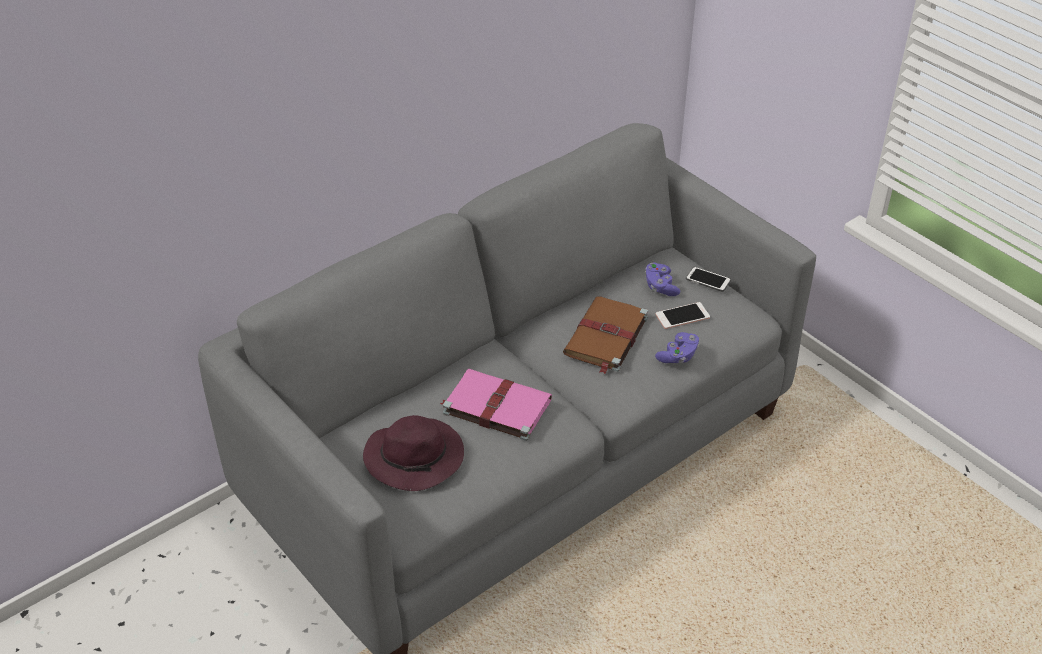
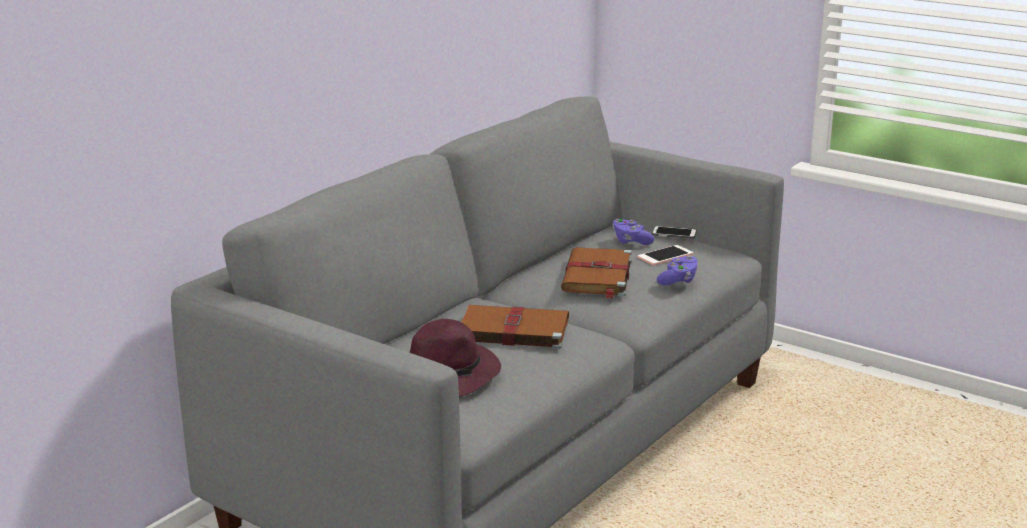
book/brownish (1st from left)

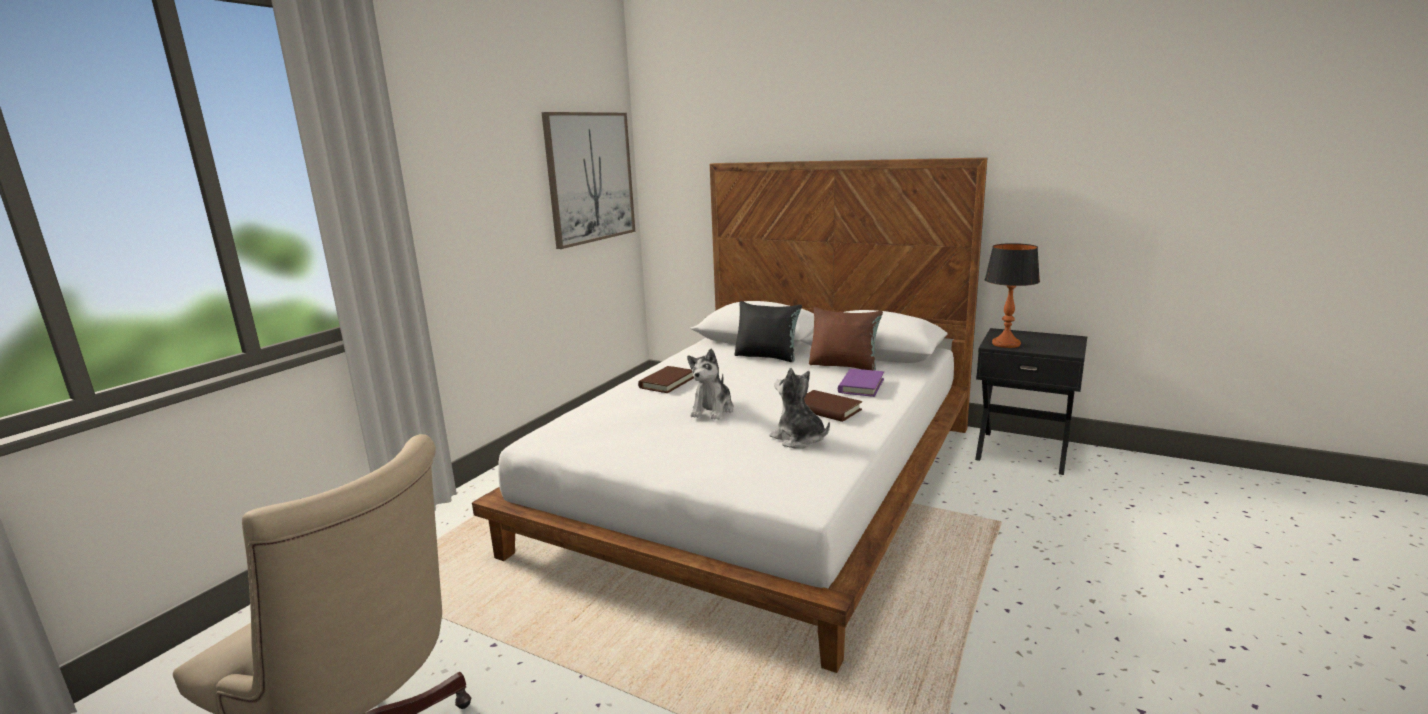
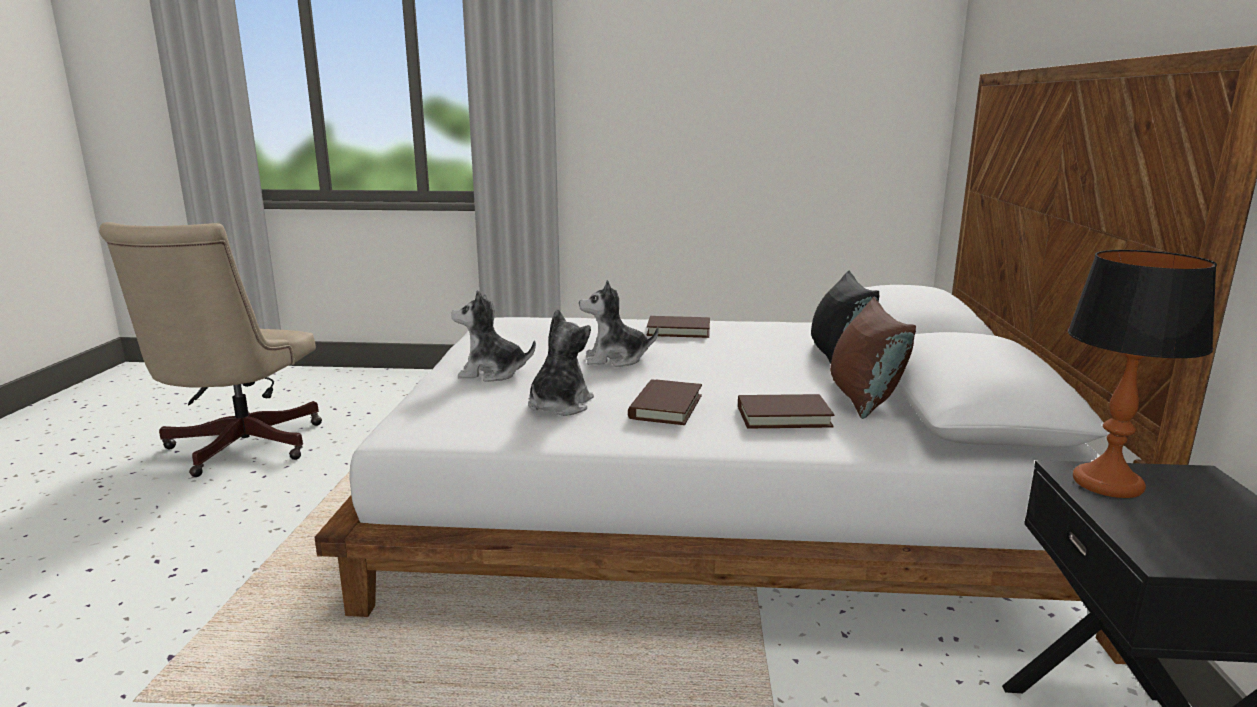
picture
book/brownish (3rd from left)
soft toy (1st from left)

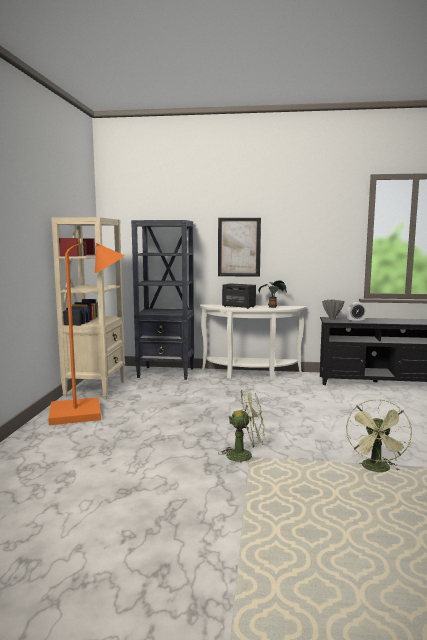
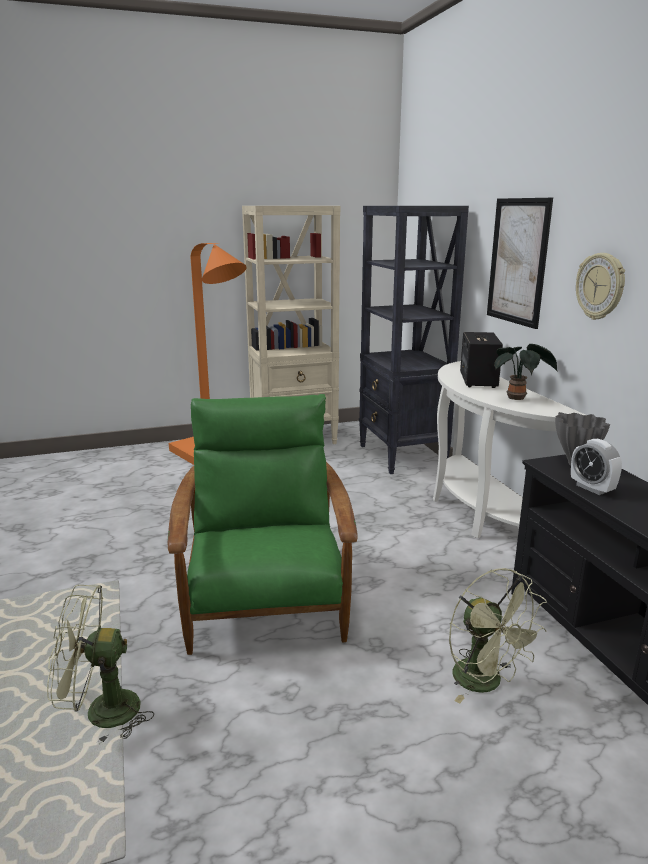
cooling fan/green-coloured (2nd from left)
clock on the wall
lounge chair/green-coloured

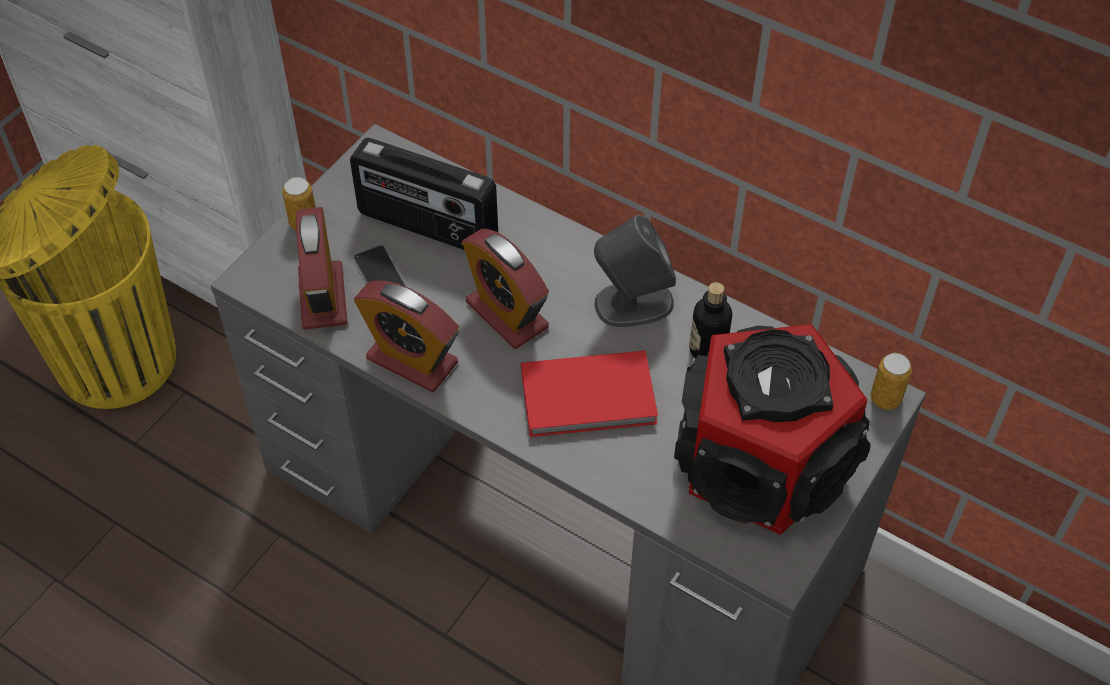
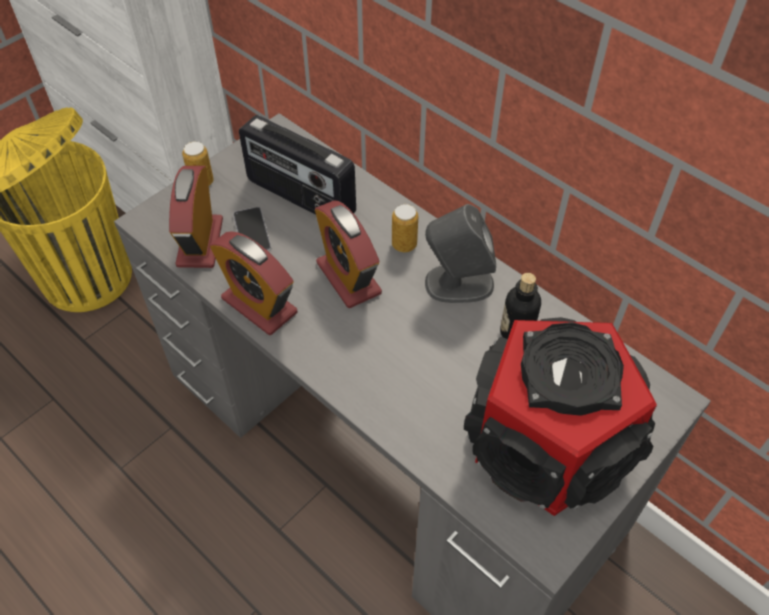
book/red-coloured
metal can (2nd from left)

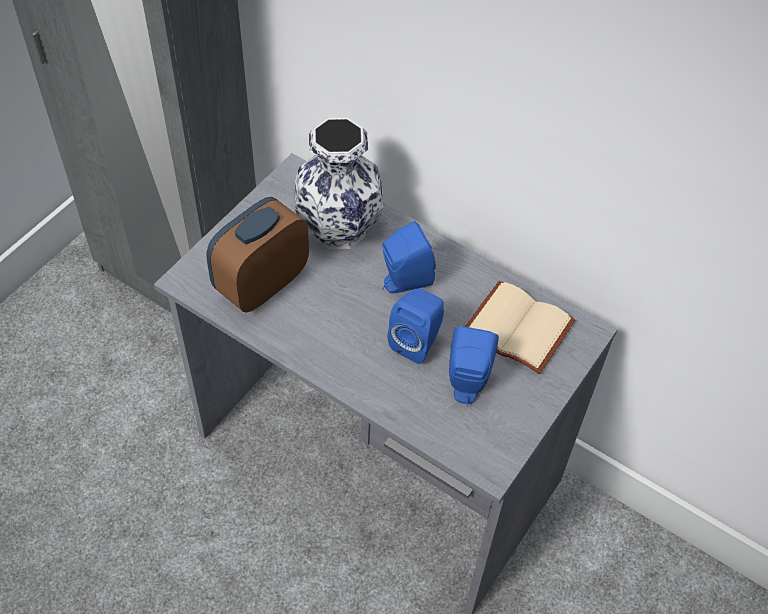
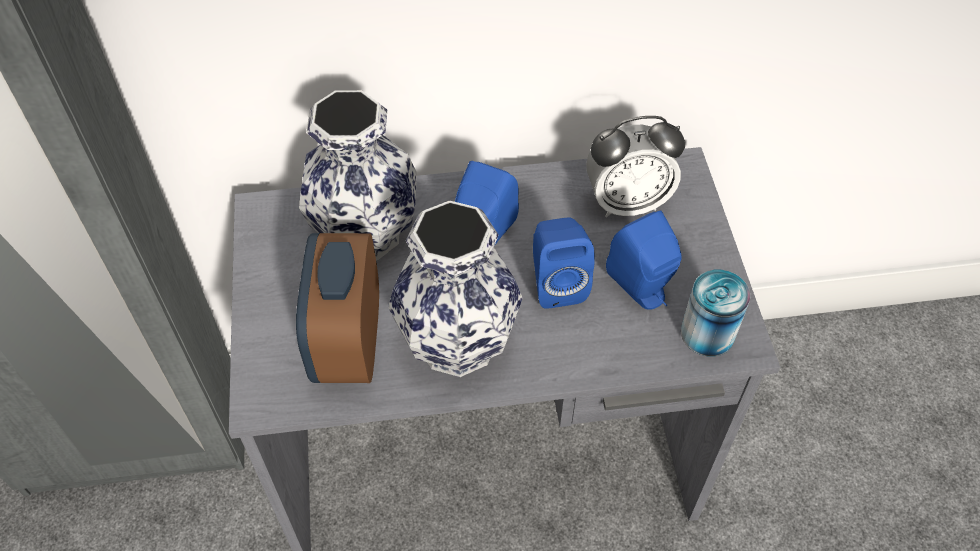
table clock (2nd from left)
decorative vase (2nd from left)
metal can

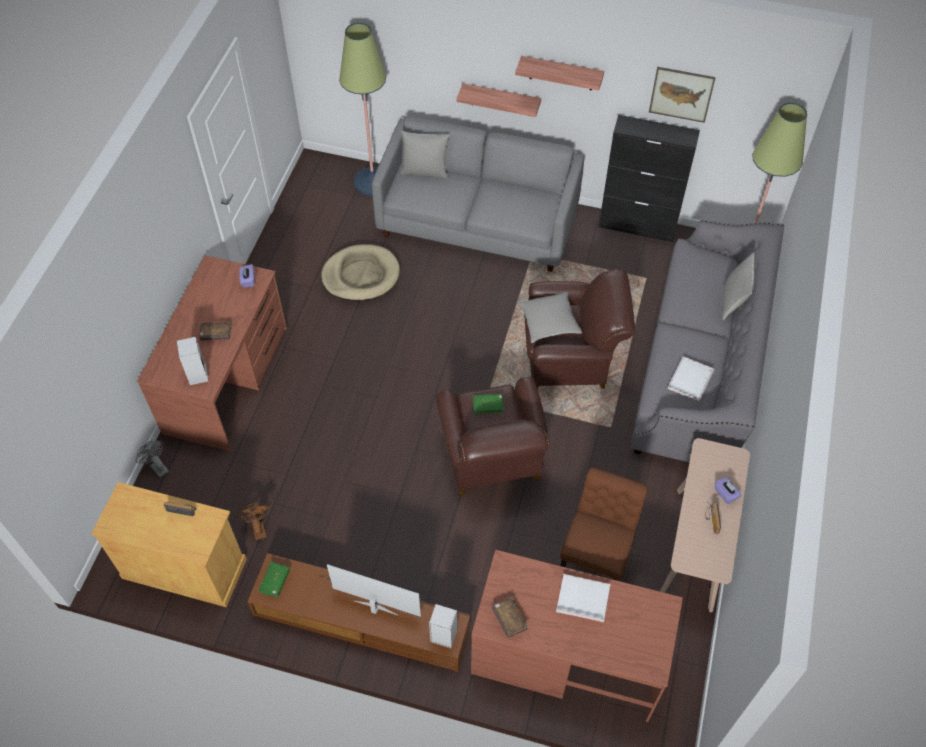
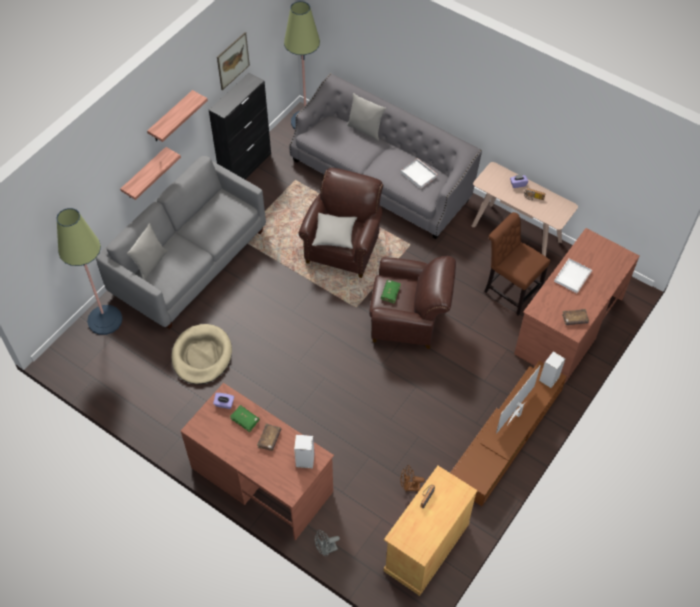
book/green-coloured (1st from left)

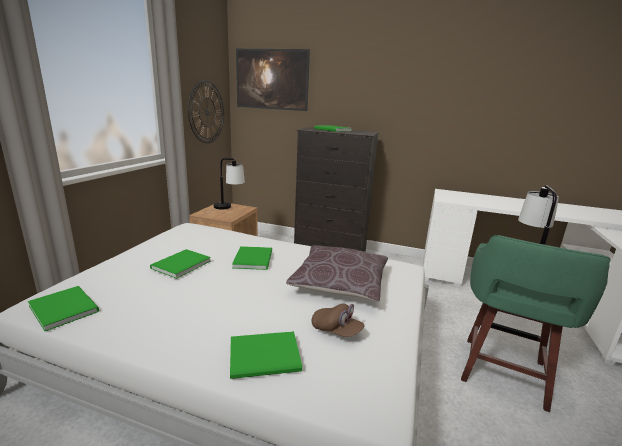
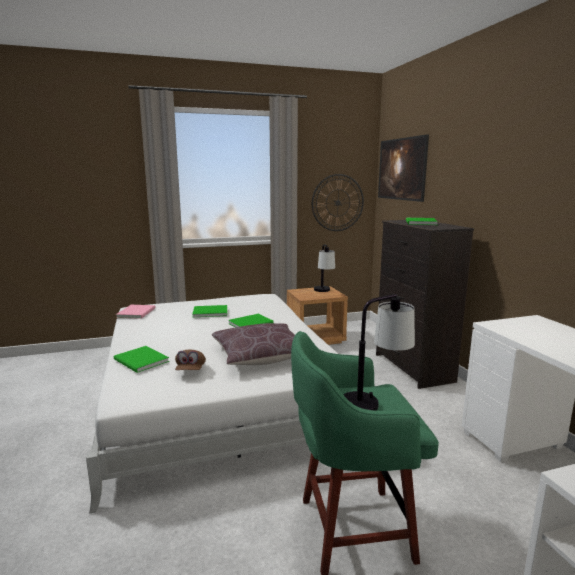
book/pink

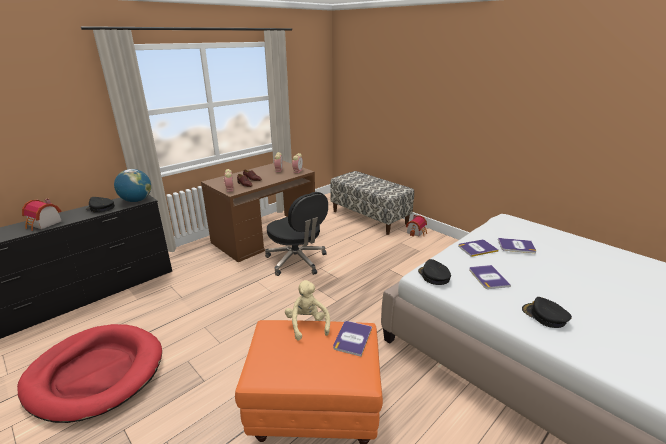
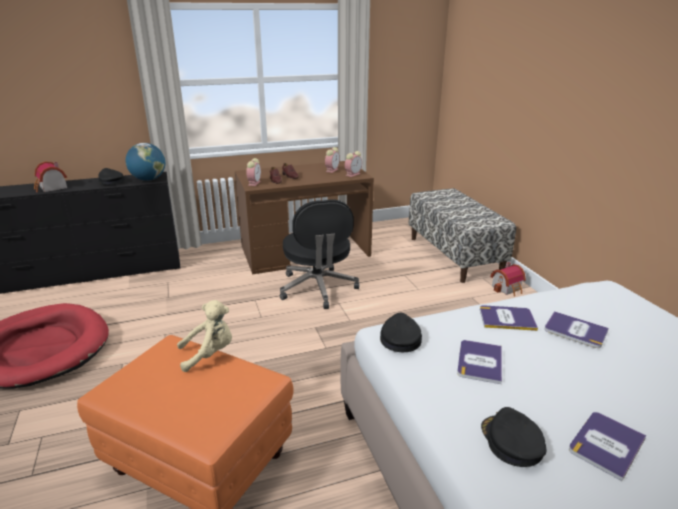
soft toy/beige
book (4th from left)

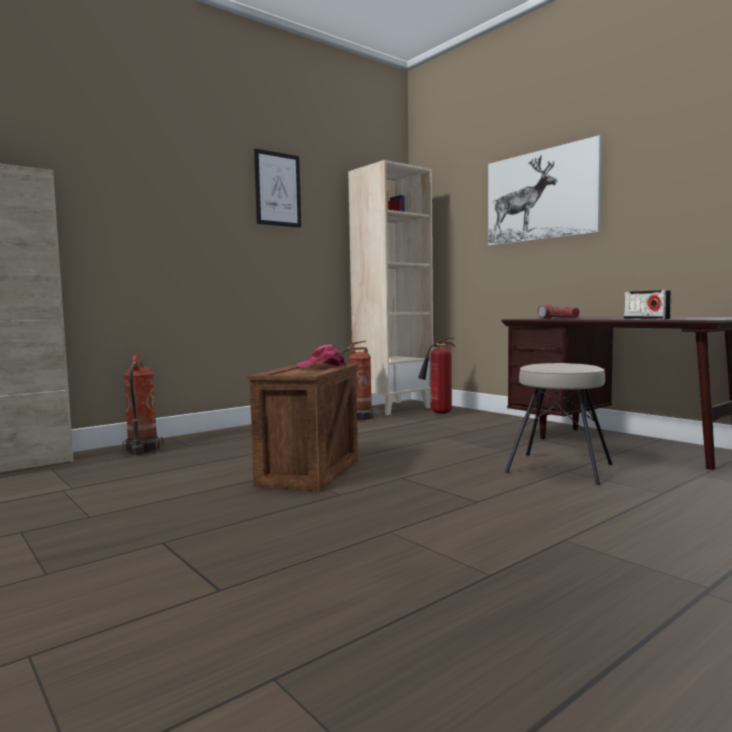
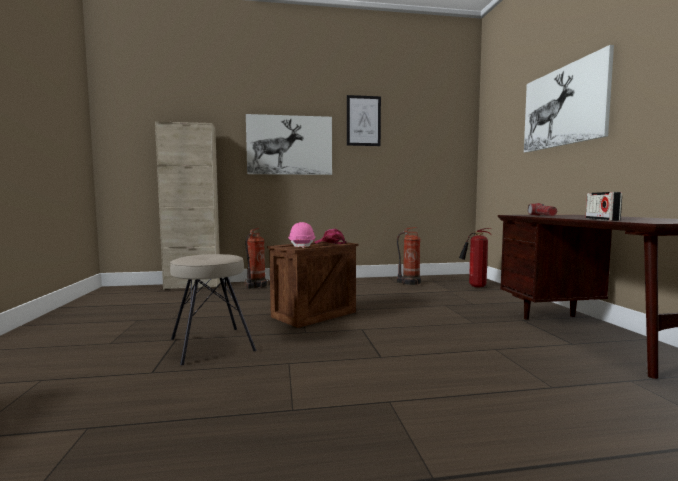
bookcase/beige
stool/beige
picture (1st from left)
hard hat/pink

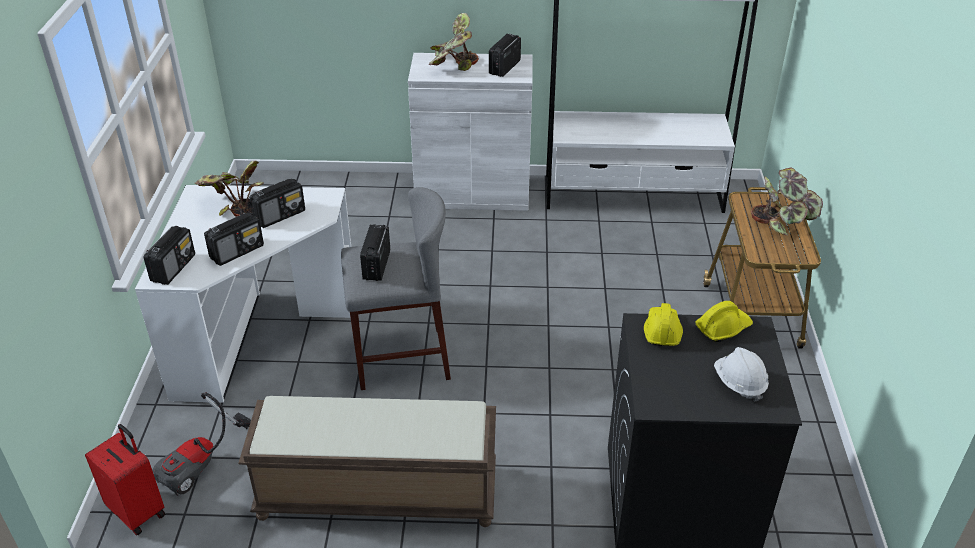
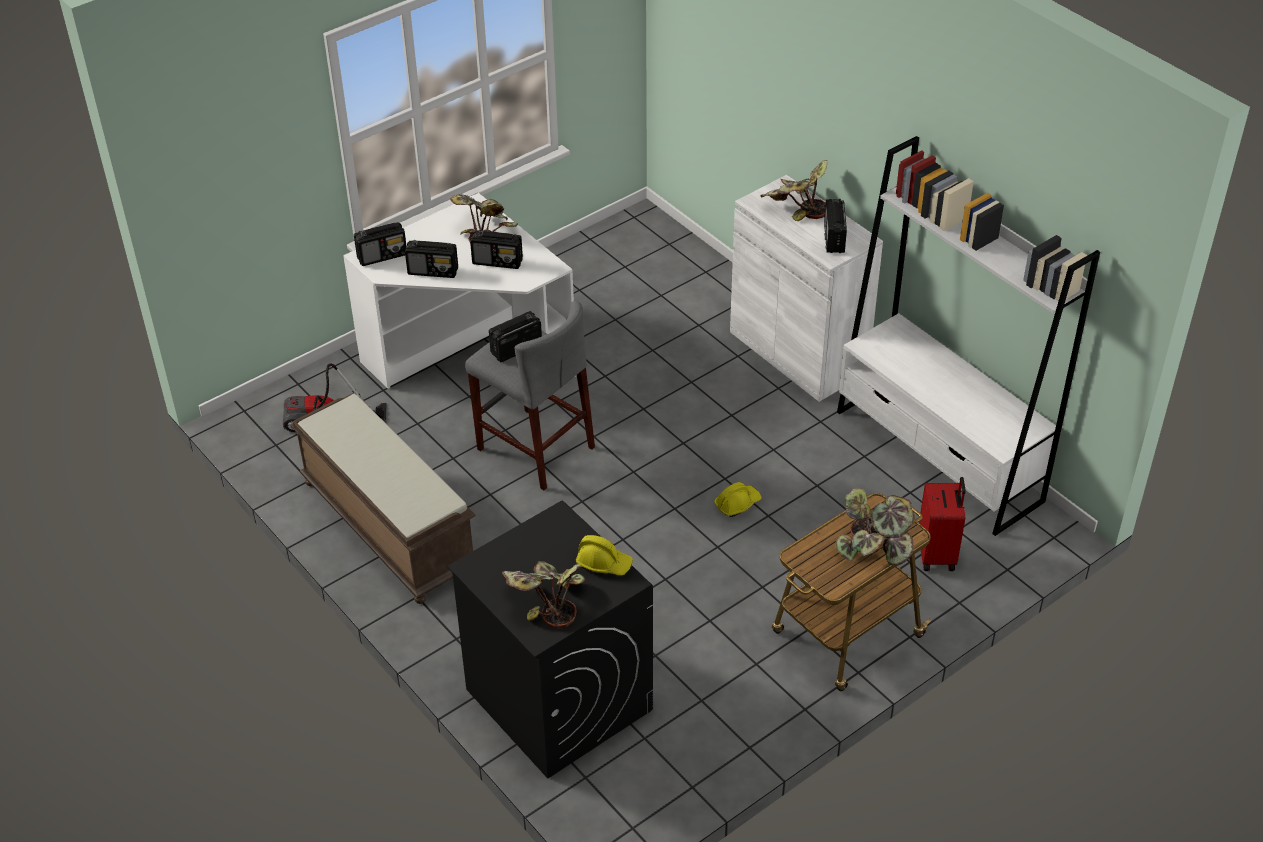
radio (5th from left)
hard hat/yellow (2nd from left)
plant in a pot (2nd from left)
travel case/red-coloured

